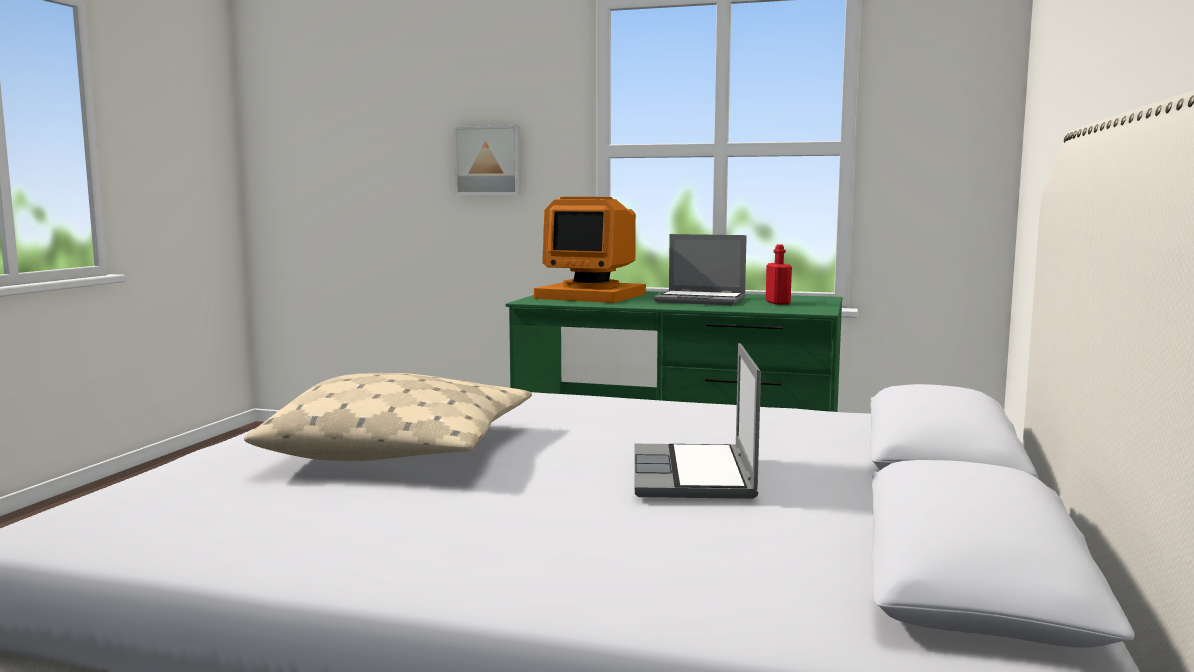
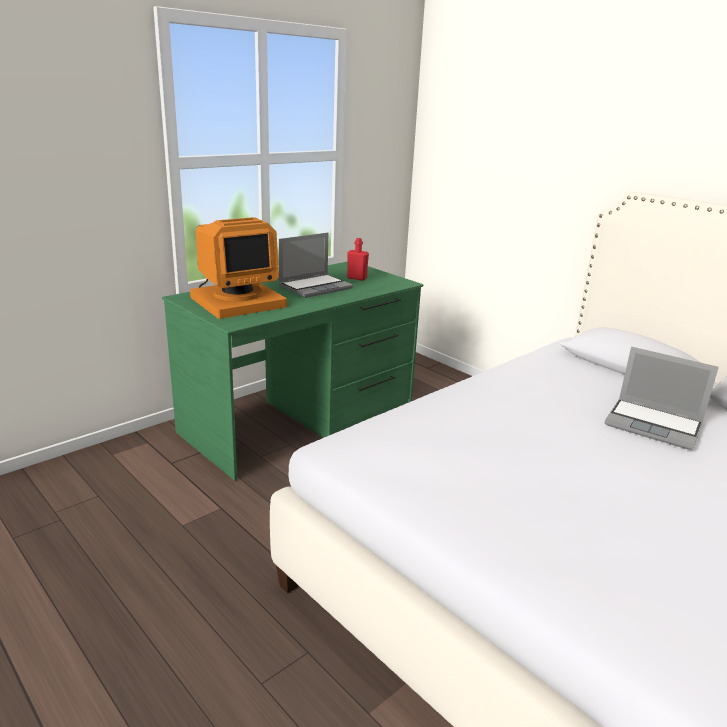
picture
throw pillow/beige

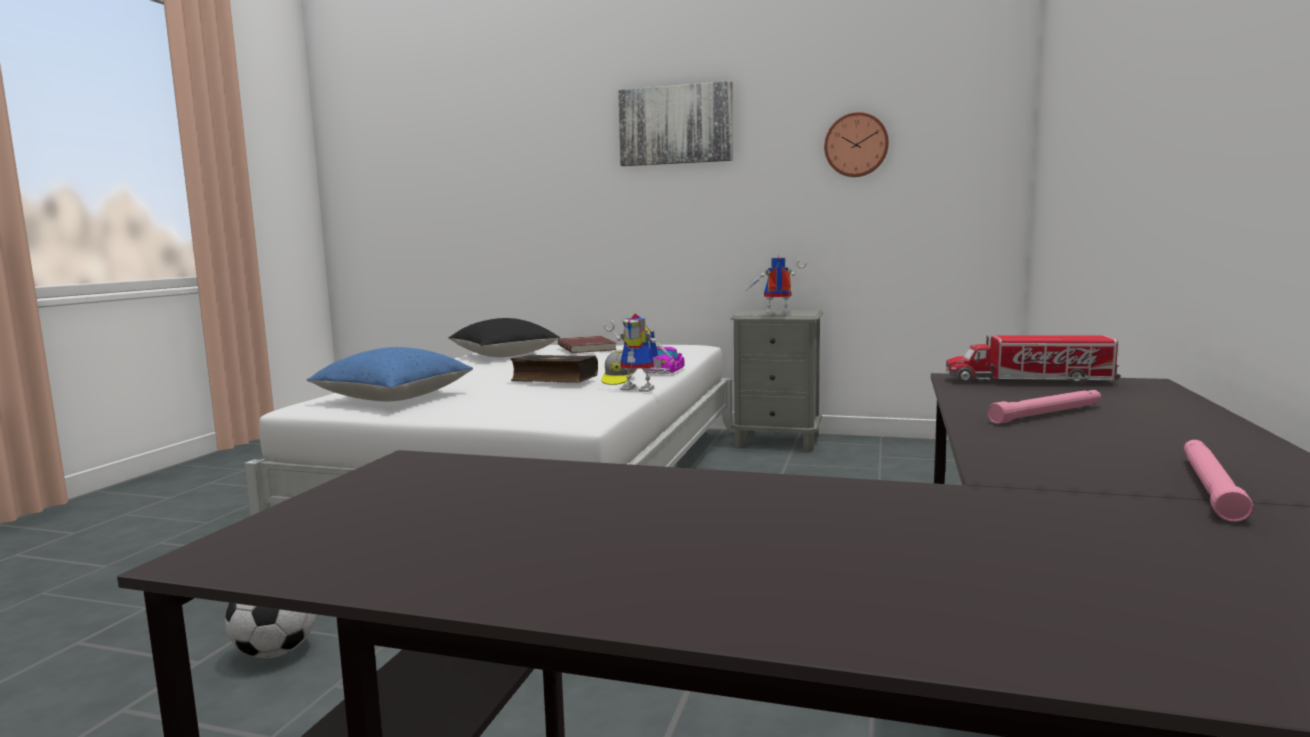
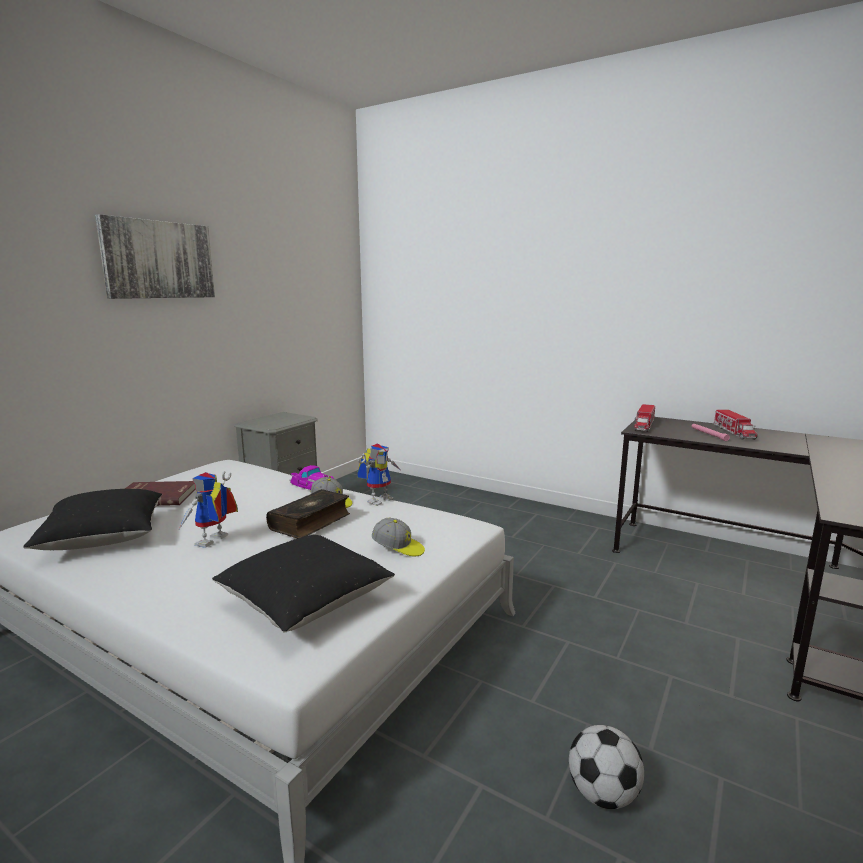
clock on the wall
robot figure (1st from left)
throw pillow/blackish (2nd from left)
hand torch/pink (2nd from left in the first image)
toy lorry (2nd from left)
peaked cap (2nd from left)

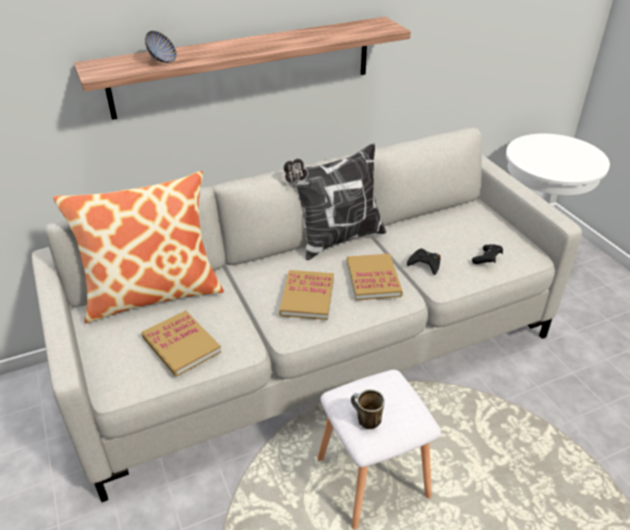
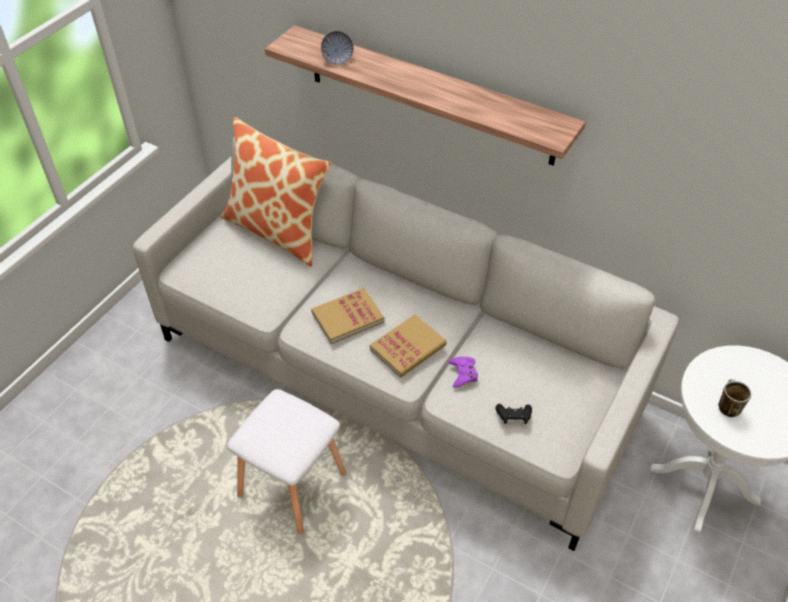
throw pillow (2nd from left in the first image)
game controller/purple
book (1st from left in the first image)
coffee mug

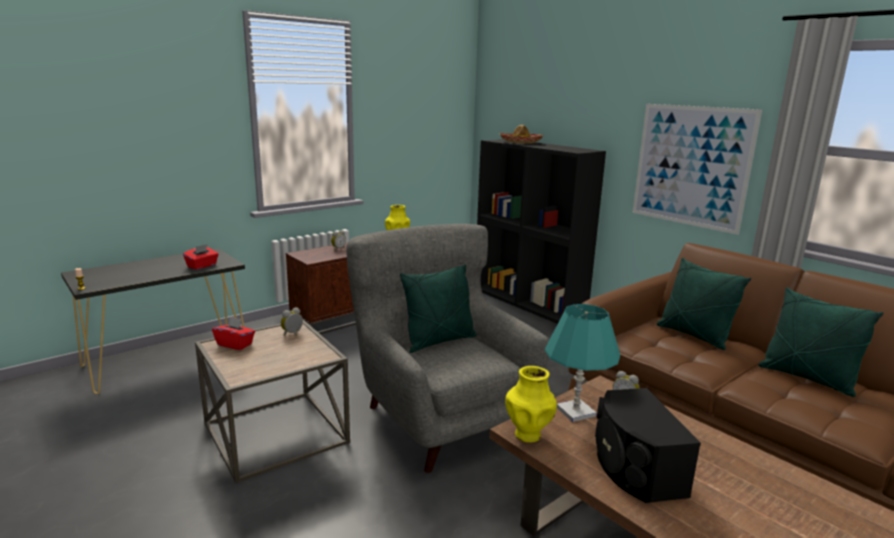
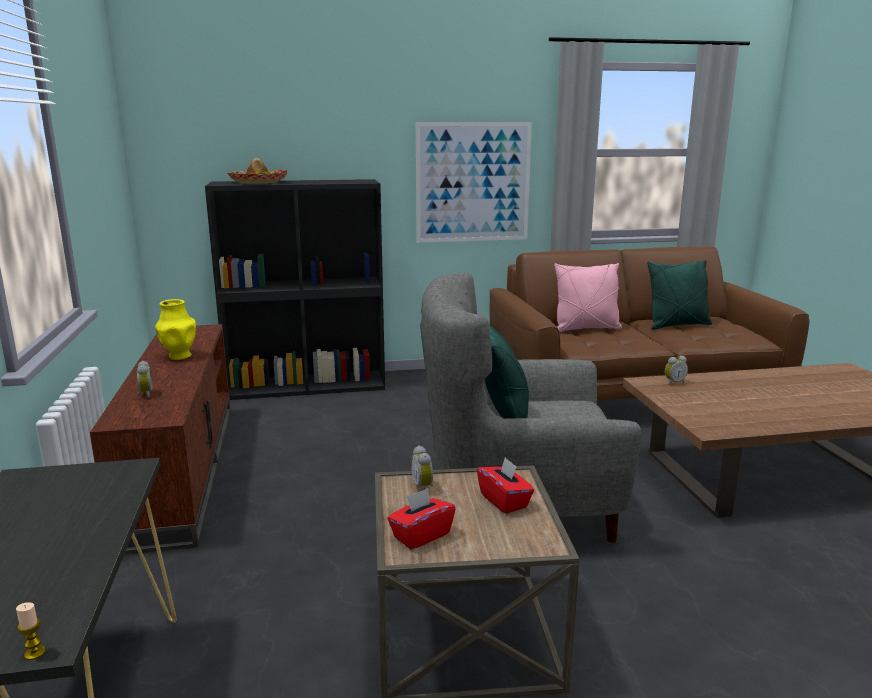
box of tissues/red-coloured (2nd from left)
throw pillow/pink
table lamp/turquoise-coloured
decorative vase/yellow (2nd from left in the first image)
audio speaker/blackish

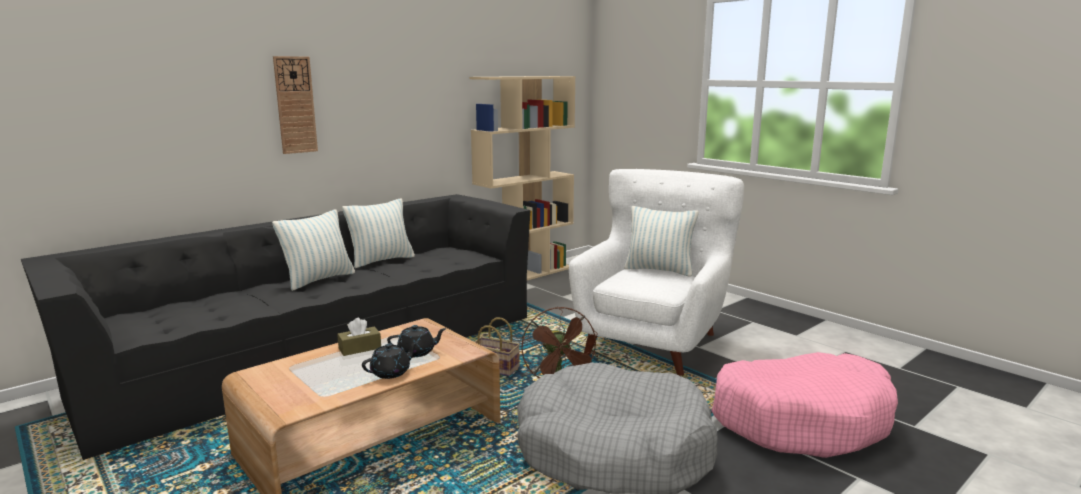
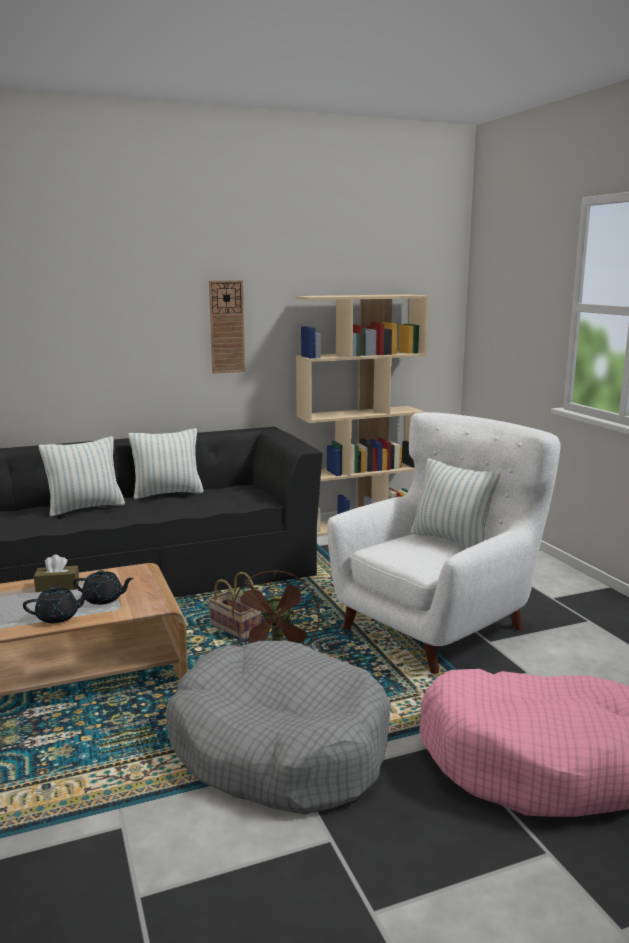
clock on the wall

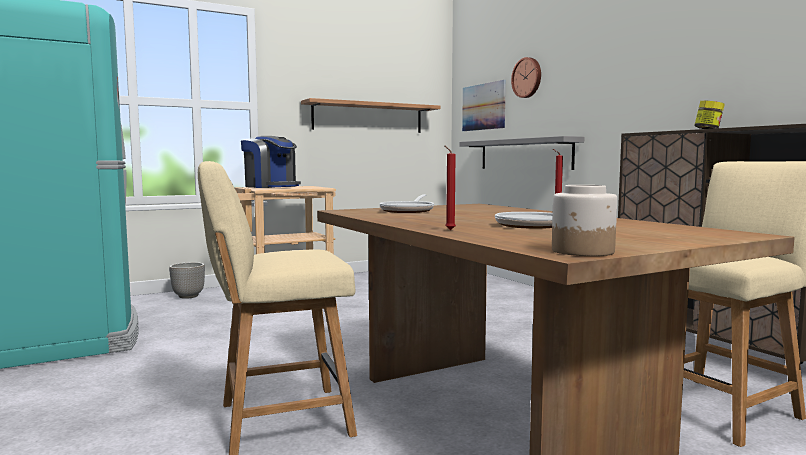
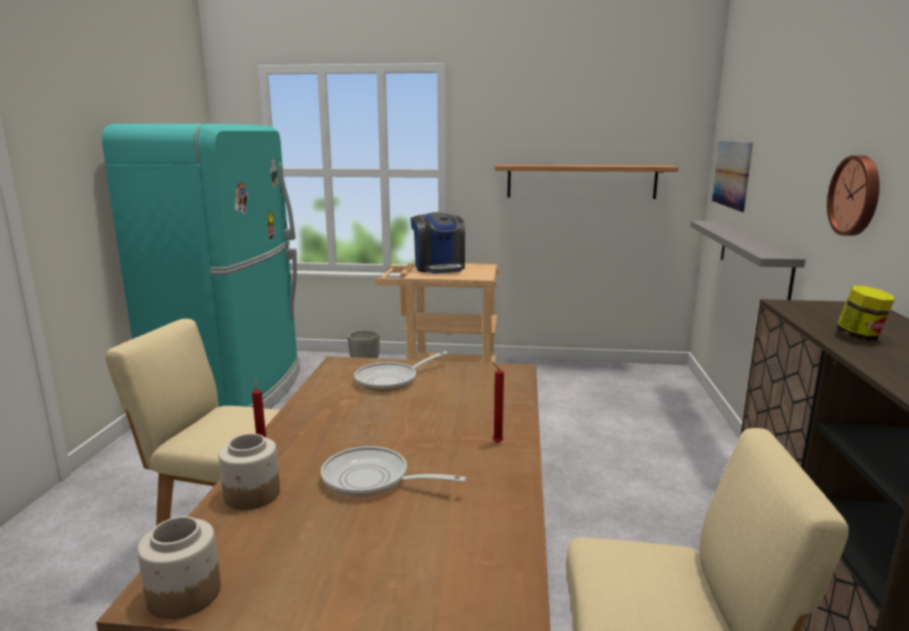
clock on the wall
preserve jar (2nd from left)

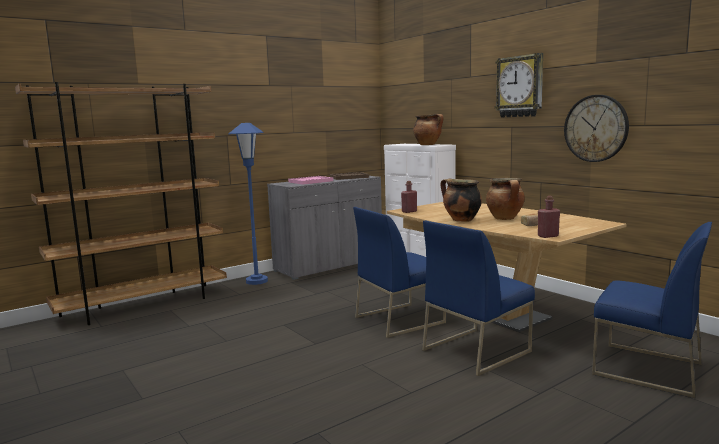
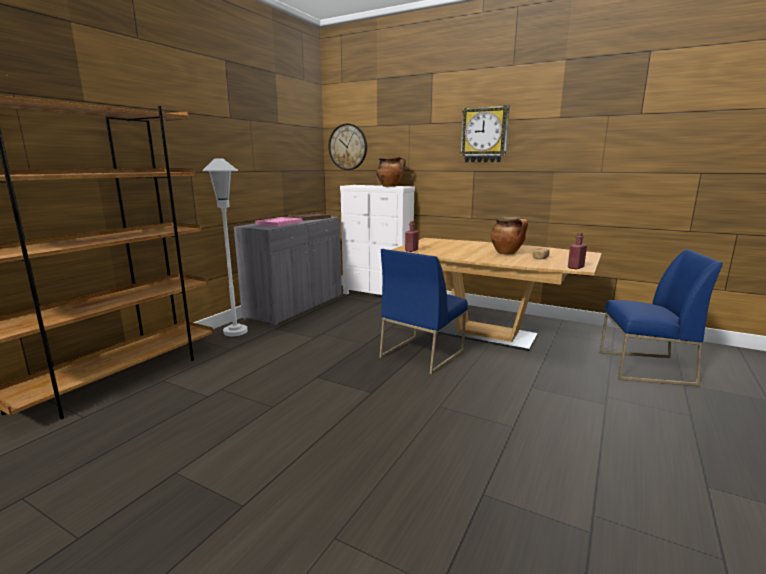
clock on the wall (1st from left)
floor lamp/white-coloured
stockpot (2nd from left in the first image)
plain chair/blue-coloured (2nd from left in the first image)

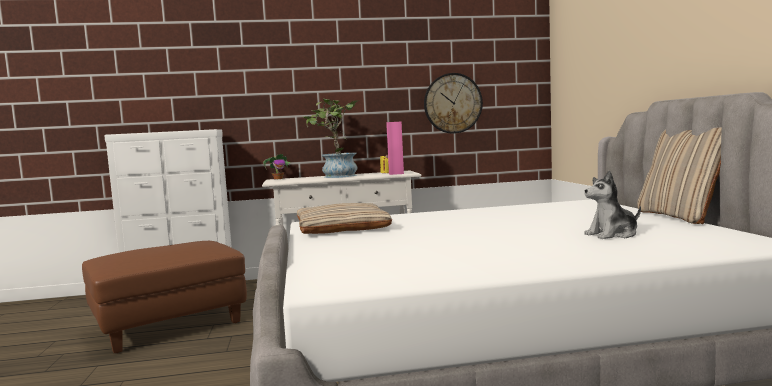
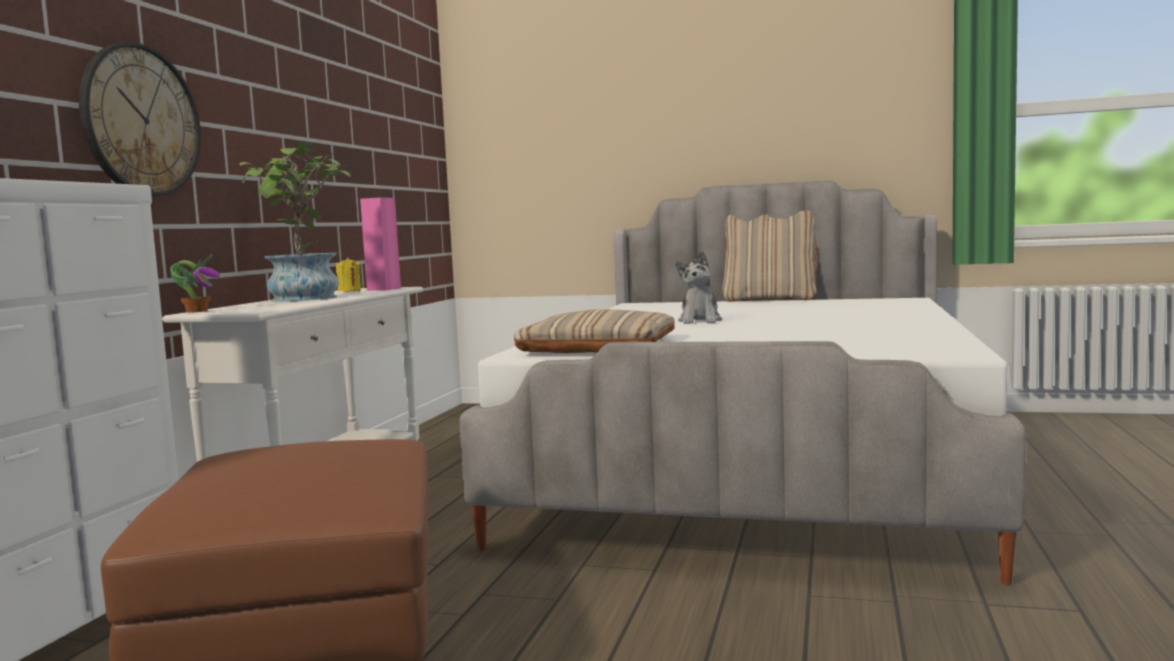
clock on the wall
soft toy

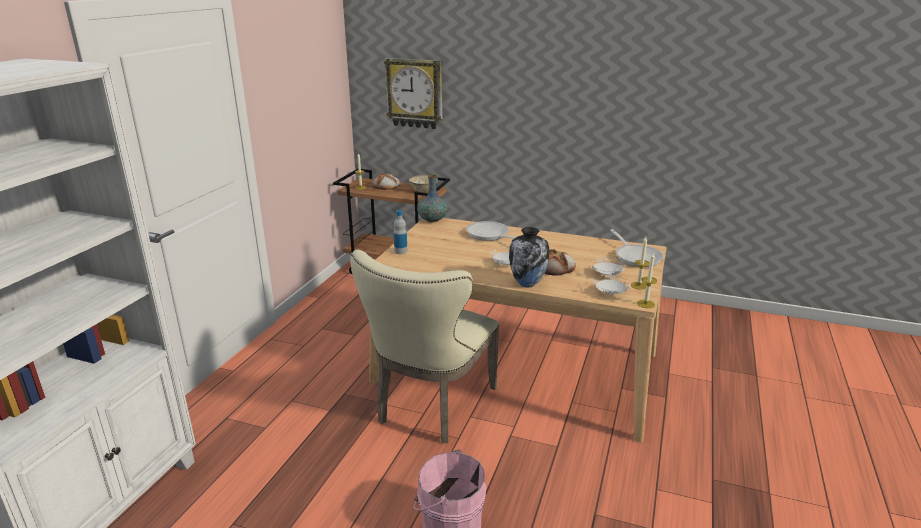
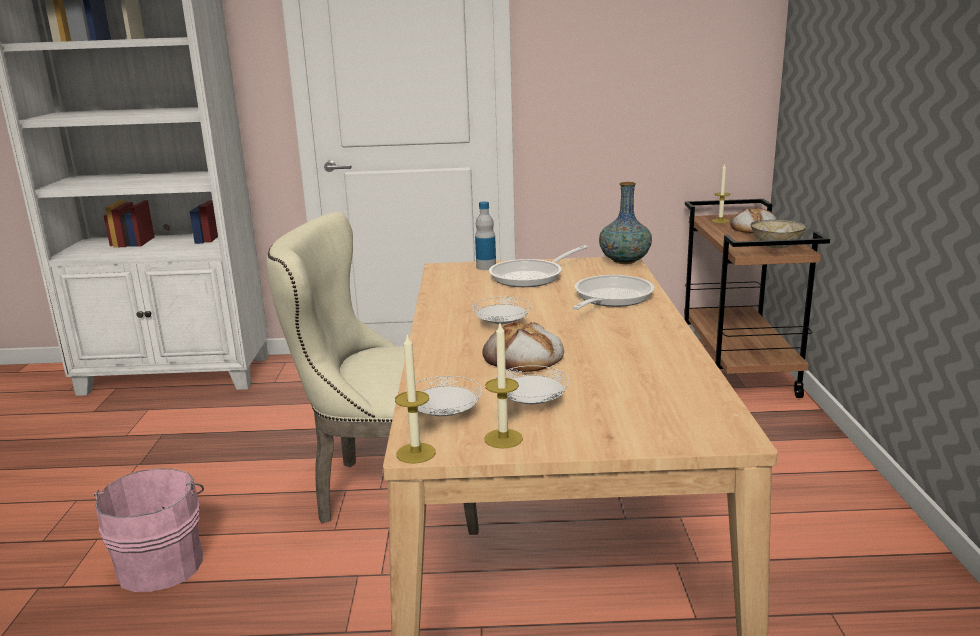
clock on the wall
decorative vase (2nd from left in the first image)
skillet (1st from left)

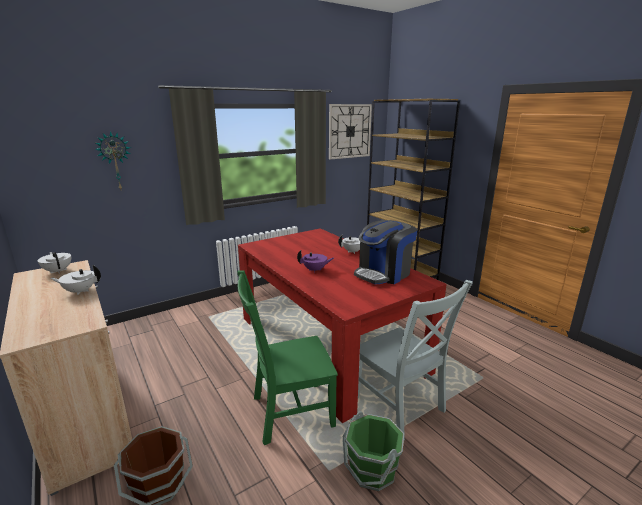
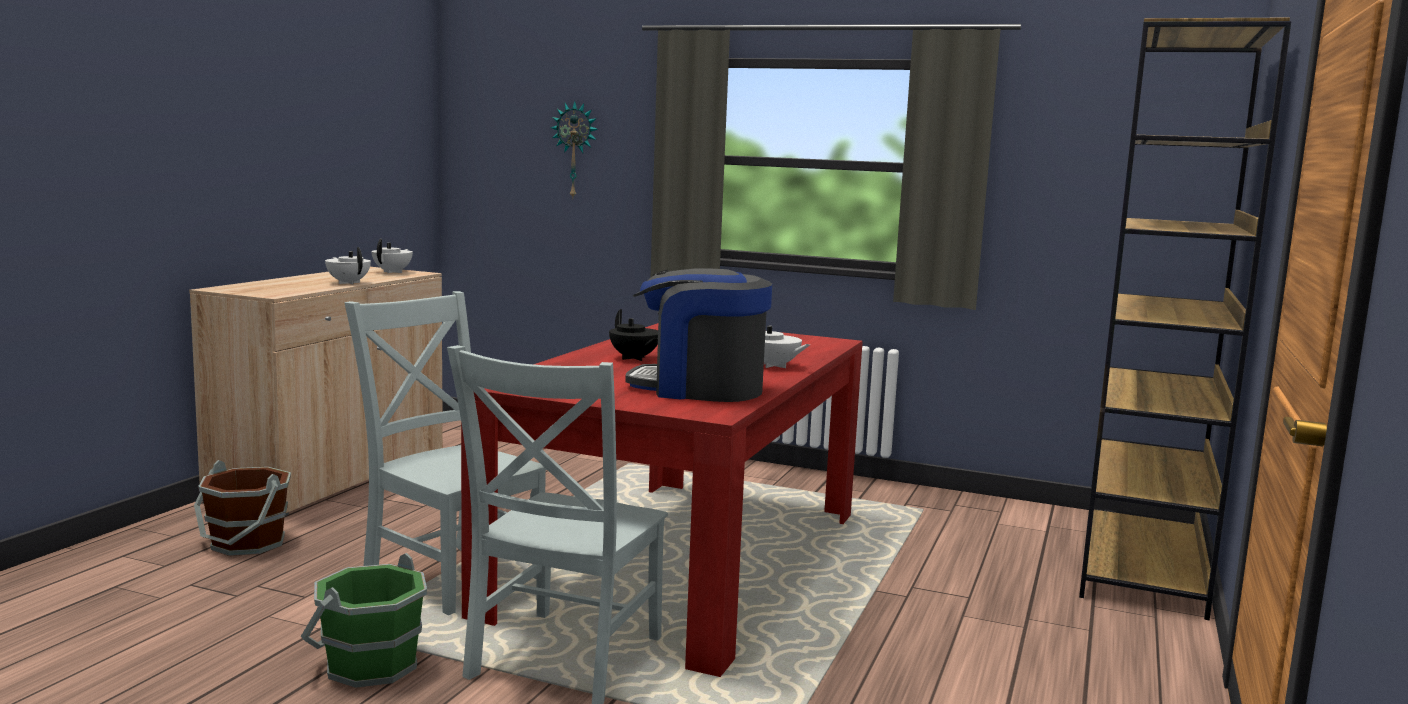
clock on the wall (2nd from left in the first image)
teapot/blackish
plain chair/gray (1st from left)

